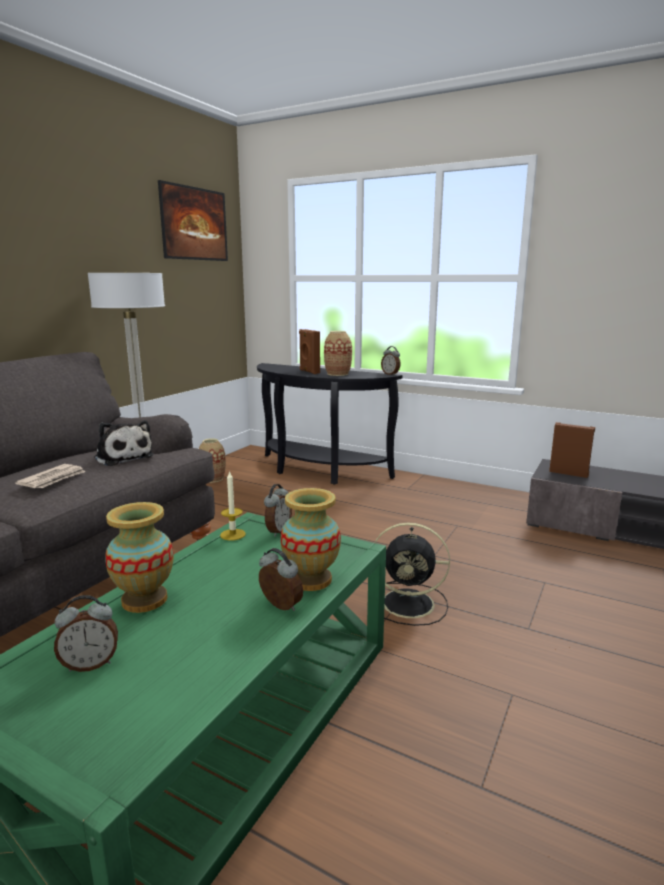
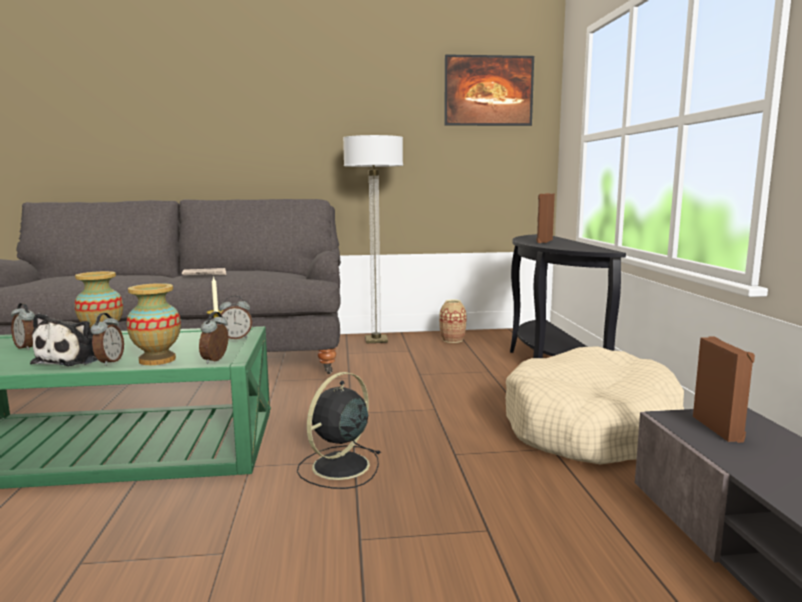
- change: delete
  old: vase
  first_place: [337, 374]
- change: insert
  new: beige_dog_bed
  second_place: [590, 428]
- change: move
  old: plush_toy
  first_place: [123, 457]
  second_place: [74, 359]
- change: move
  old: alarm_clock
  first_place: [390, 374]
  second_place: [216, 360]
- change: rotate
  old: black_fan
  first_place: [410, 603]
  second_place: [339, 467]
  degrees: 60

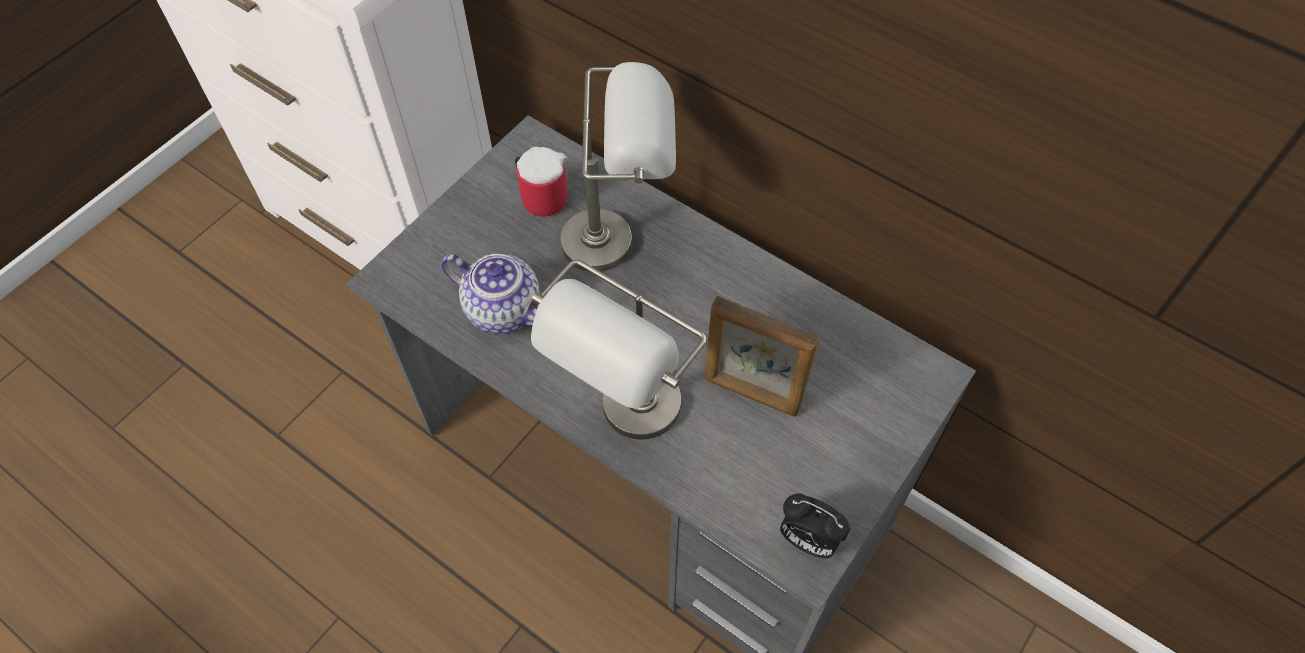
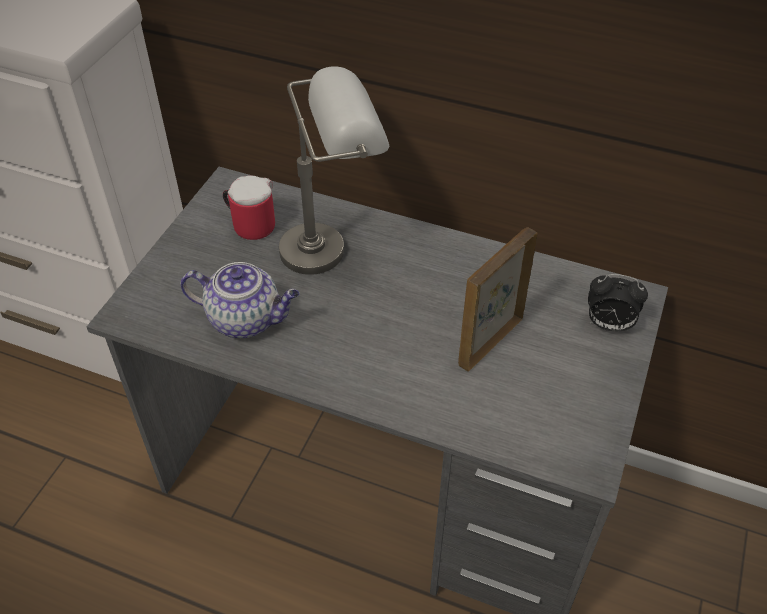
- change: delete
  old: grey_table_lamp
  first_place: [627, 426]
- change: move
  old: alarm_clock
  first_place: [807, 540]
  second_place: [608, 325]
- change: rotate
  old: picture_frame
  first_place: [751, 393]
  second_place: [489, 341]
  degrees: 120

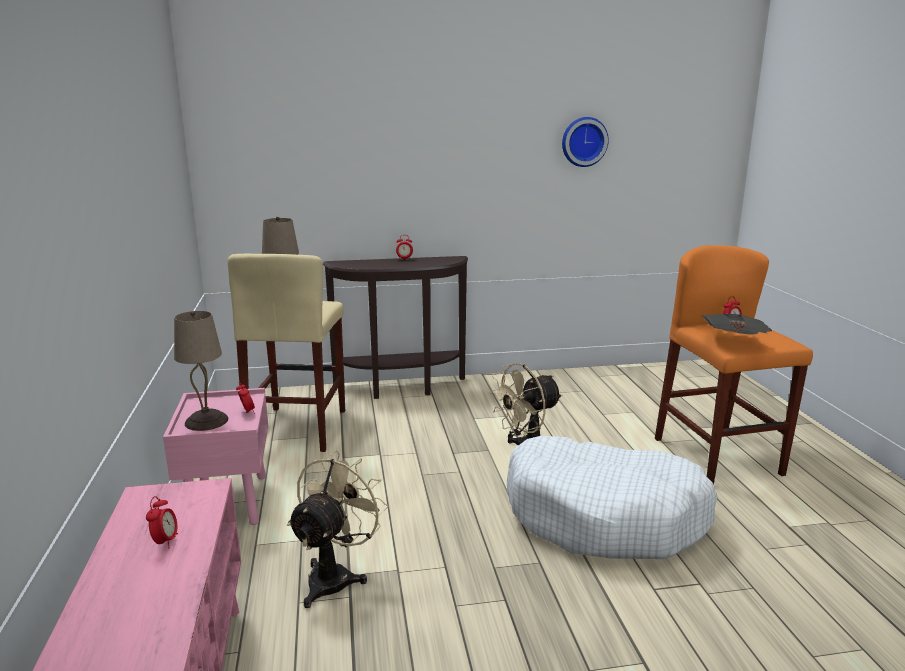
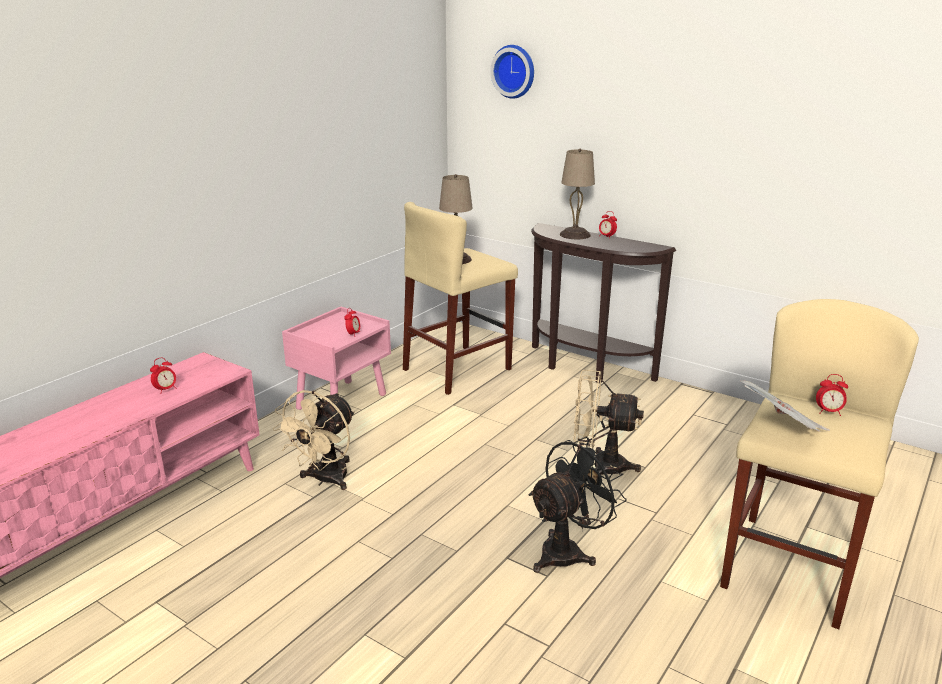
- change: move
  old: beige_table_lamp
  first_place: [207, 421]
  second_place: [575, 235]
- change: move
  old: wall_clock
  first_place: [583, 141]
  second_place: [514, 71]
- change: replace
  old: white_dog_bed
  new: black_fan
  first_place: [604, 516]
  second_place: [568, 551]
- change: recolor
  old: orange_stool
  new: beige_stool
  first_place: [717, 456]
  second_place: [790, 569]
- change: rotate
  old: beige_fan
  first_place: [335, 576]
  second_place: [325, 480]
  degrees: 135

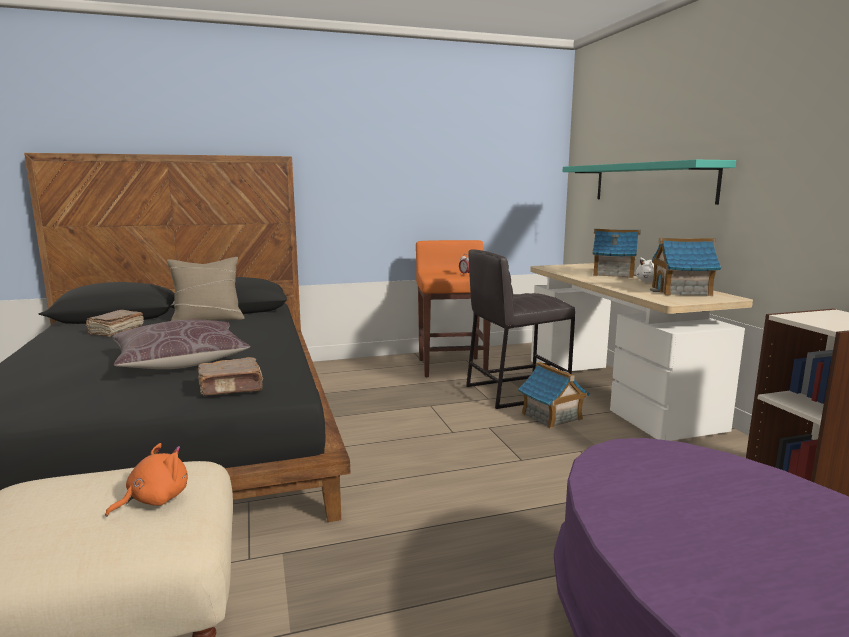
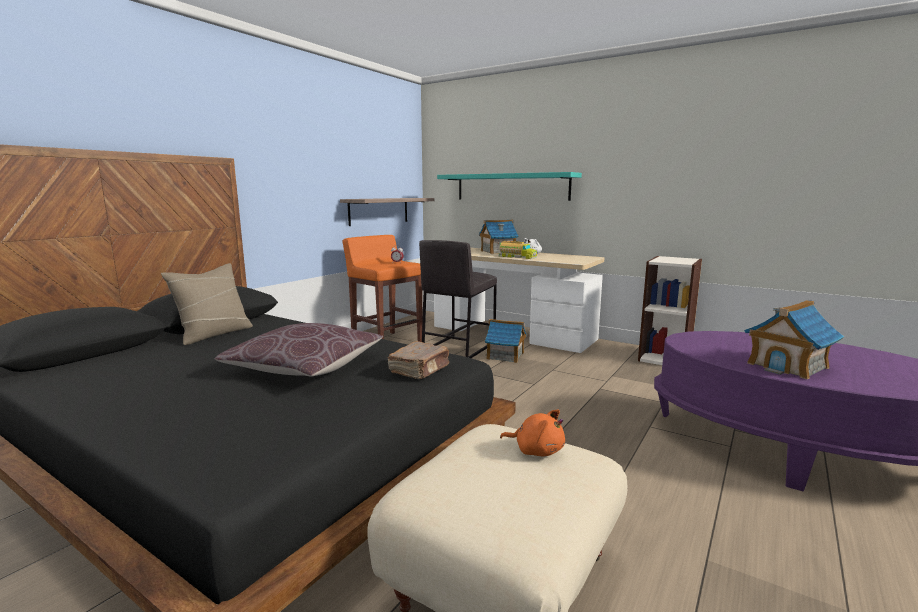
- change: delete
  old: brown_book
  first_place: [115, 331]
- change: insert
  new: shelf
  second_place: [379, 211]
- change: insert
  new: toy_truck
  second_place: [516, 257]
- change: move
  old: toy_house
  first_place: [681, 291]
  second_place: [788, 365]
- change: rotate
  old: orange_plush_toy
  first_place: [154, 500]
  second_place: [536, 450]
  degrees: 120

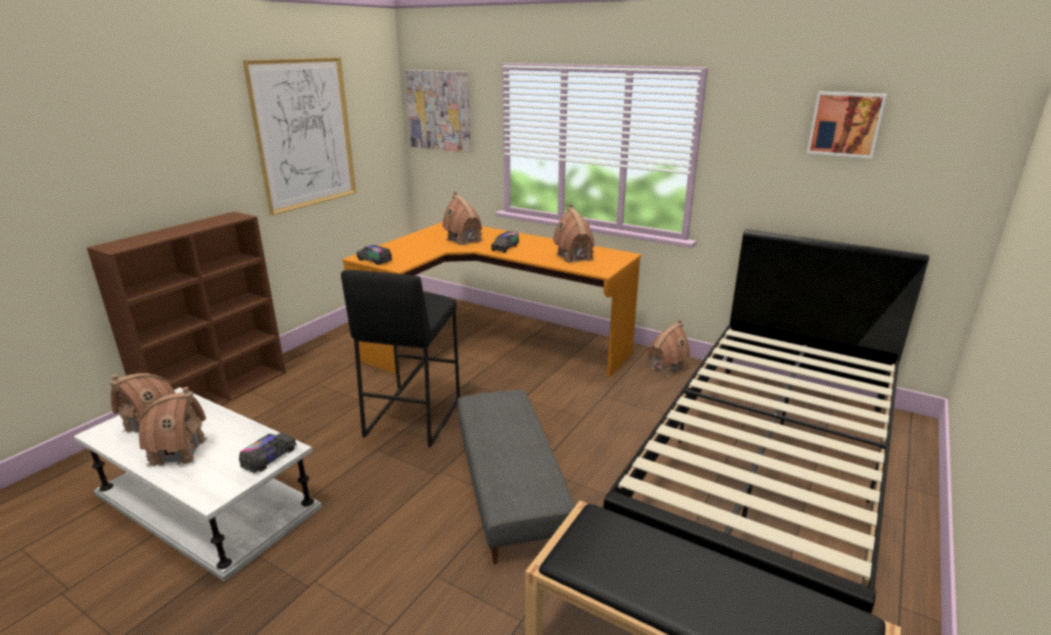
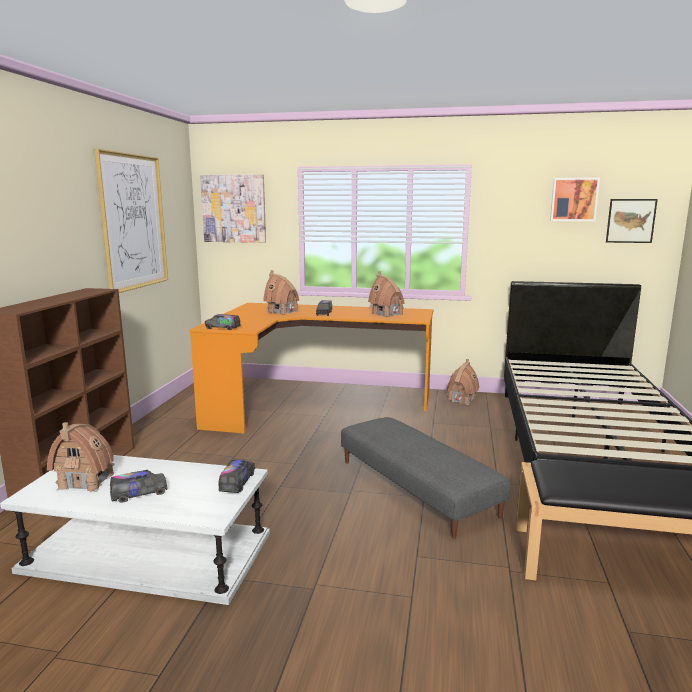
- change: delete
  old: black_stool
  first_place: [412, 417]
- change: insert
  new: picture
  second_place: [630, 221]
- change: replace
  old: toy_house
  new: toy_truck
  first_place: [179, 452]
  second_place: [139, 494]

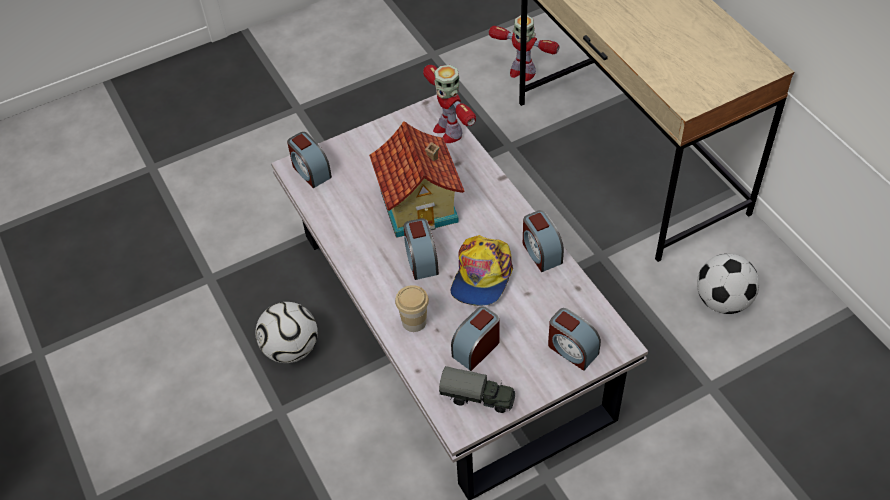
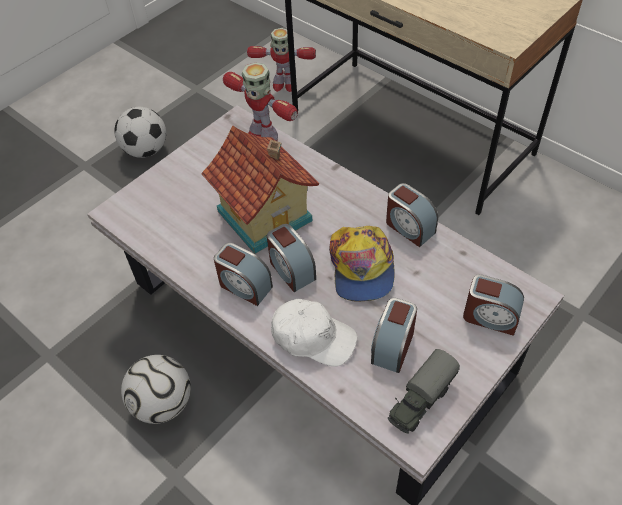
- change: move
  old: alarm_clock
  first_place: [310, 171]
  second_place: [244, 286]
- change: move
  old: football
  first_place: [722, 301]
  second_place: [146, 150]
- change: replace
  old: cup
  new: white_cap
  first_place: [414, 321]
  second_place: [313, 337]
- change: rotate
  old: toy_truck
  first_place: [478, 397]
  second_place: [420, 400]
  degrees: 135

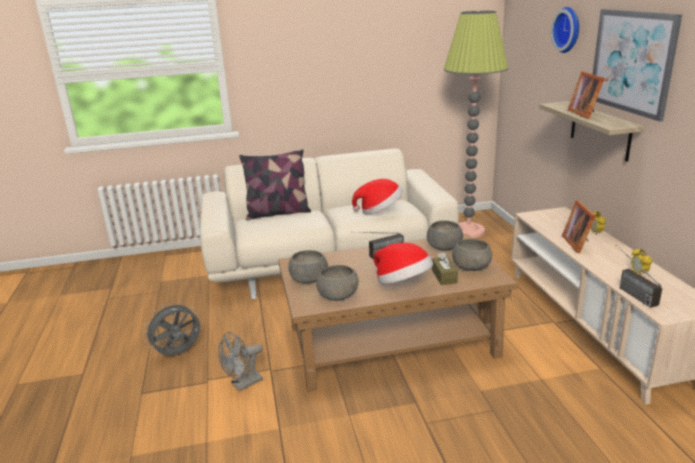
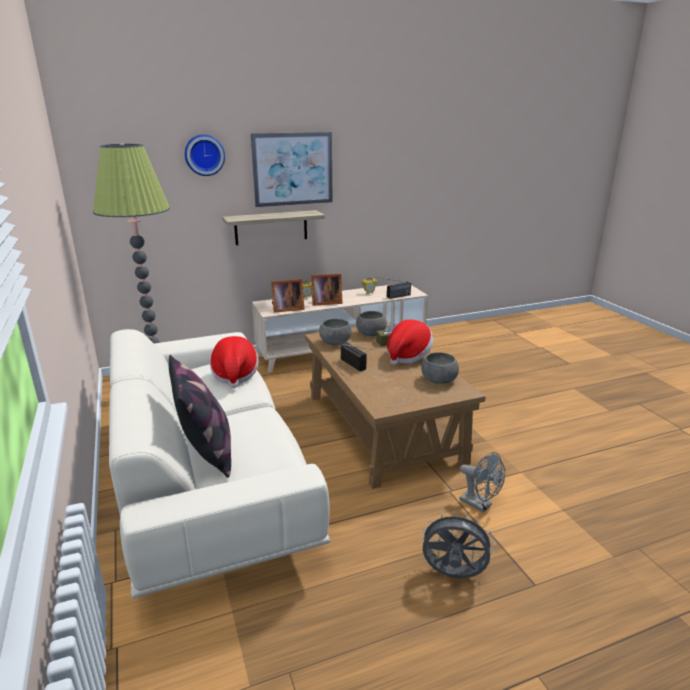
- change: delete
  old: grey_bowl
  first_place: [308, 279]
- change: move
  old: picture_frame
  first_place: [585, 113]
  second_place: [286, 309]
- change: rotate
  old: grey_fan
  first_place: [178, 353]
  second_place: [452, 575]
  degrees: 150

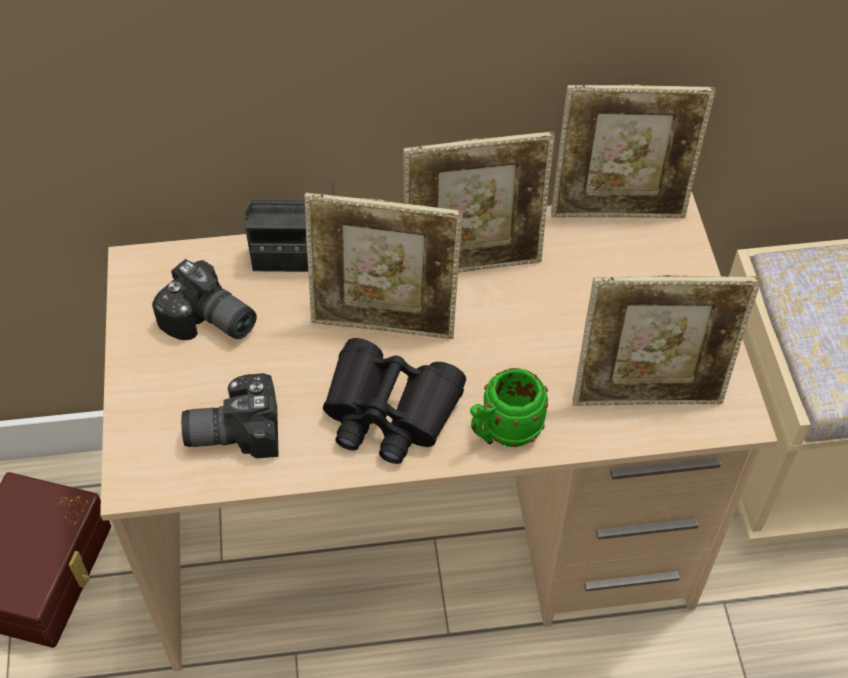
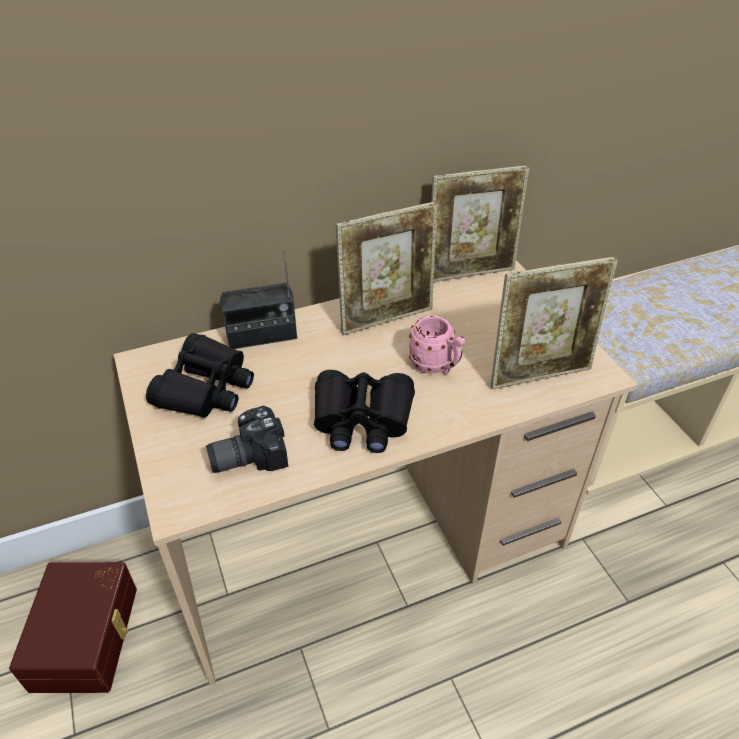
- change: delete
  old: picture_frame
  first_place: [385, 324]
- change: delete
  old: green_mug
  first_place: [503, 432]
- change: insert
  new: pink_mug
  second_place: [436, 366]
- change: replace
  old: photo_camera
  new: black_binoculars
  first_place: [209, 323]
  second_place: [206, 388]

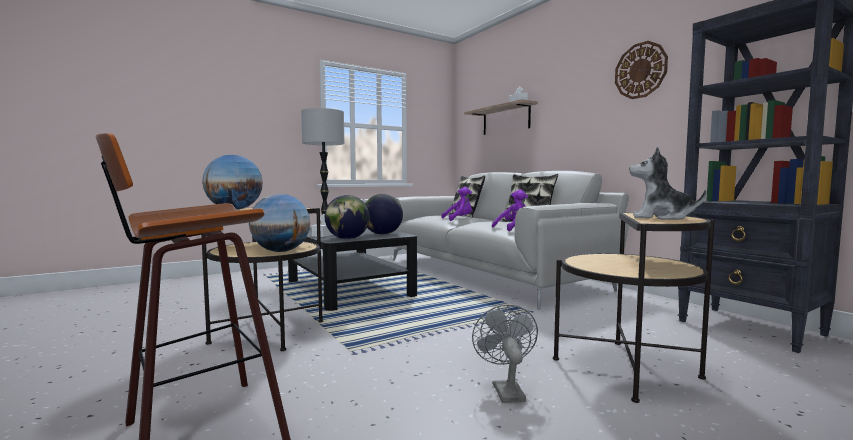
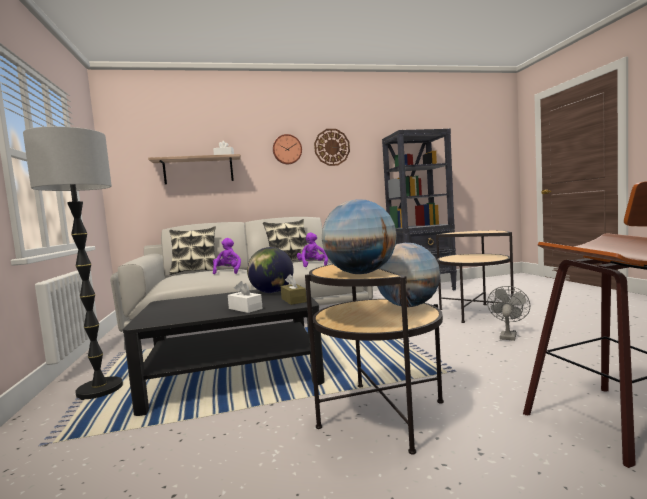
- change: delete
  old: plush_toy
  first_place: [661, 218]
- change: insert
  new: wall_clock
  second_place: [287, 149]
- change: replace
  old: globe
  new: brown_tissue_box
  first_place: [347, 239]
  second_place: [293, 300]
- change: rotate
  old: grey_fan
  first_place: [505, 389]
  second_place: [508, 335]
  degrees: 105

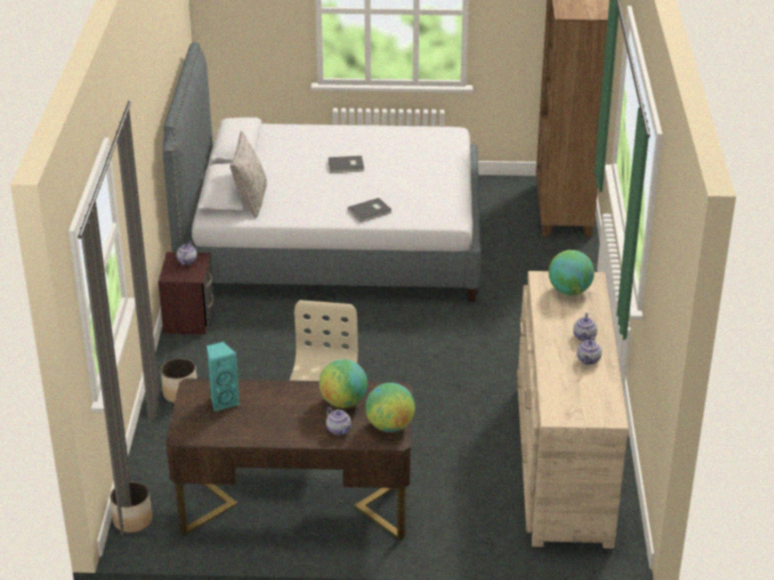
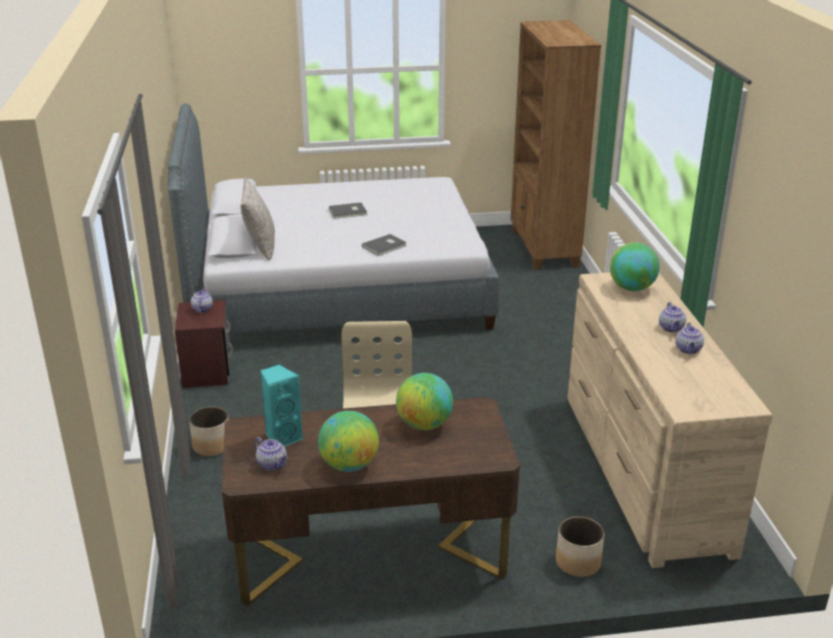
- change: move
  old: planter
  first_place: [133, 520]
  second_place: [578, 562]
- change: move
  old: teapot
  first_place: [339, 430]
  second_place: [273, 464]
- change: move
  old: globe
  first_place: [390, 426]
  second_place: [349, 465]

